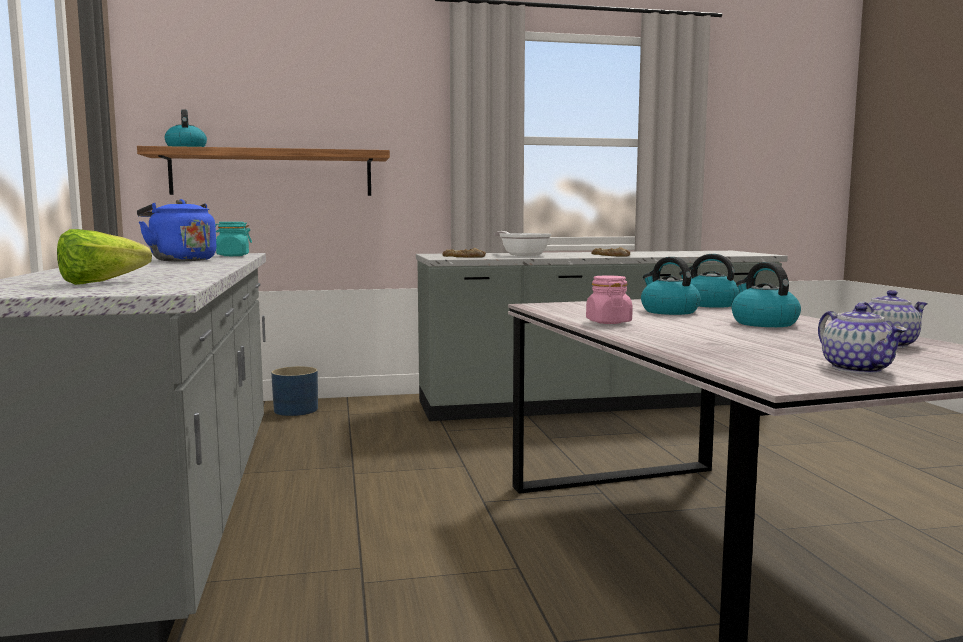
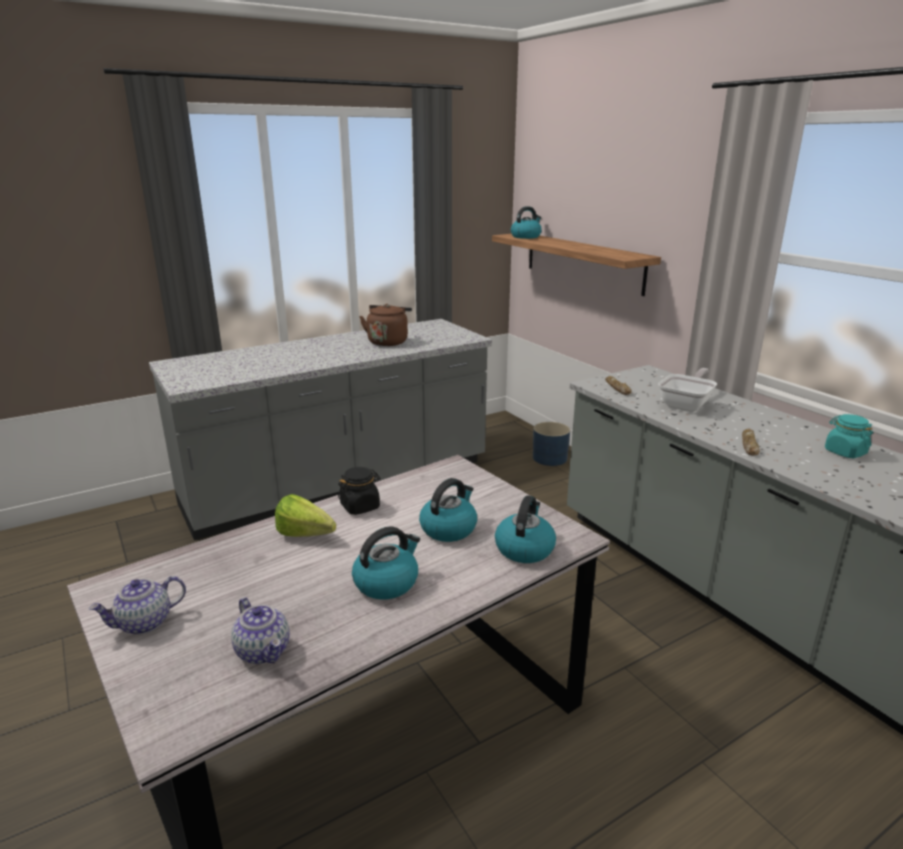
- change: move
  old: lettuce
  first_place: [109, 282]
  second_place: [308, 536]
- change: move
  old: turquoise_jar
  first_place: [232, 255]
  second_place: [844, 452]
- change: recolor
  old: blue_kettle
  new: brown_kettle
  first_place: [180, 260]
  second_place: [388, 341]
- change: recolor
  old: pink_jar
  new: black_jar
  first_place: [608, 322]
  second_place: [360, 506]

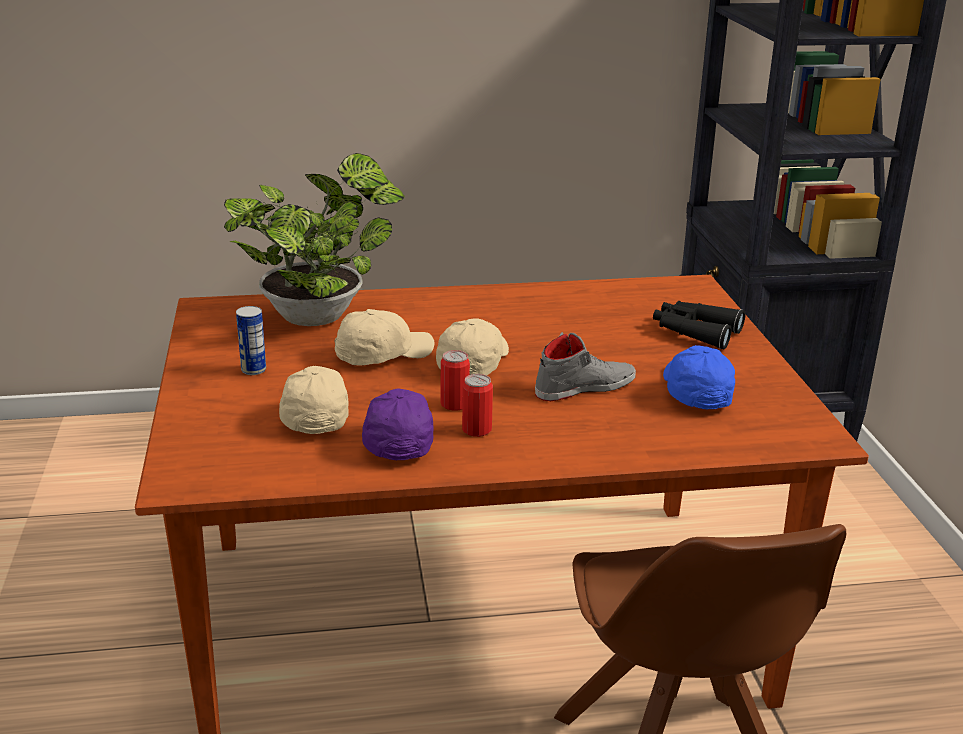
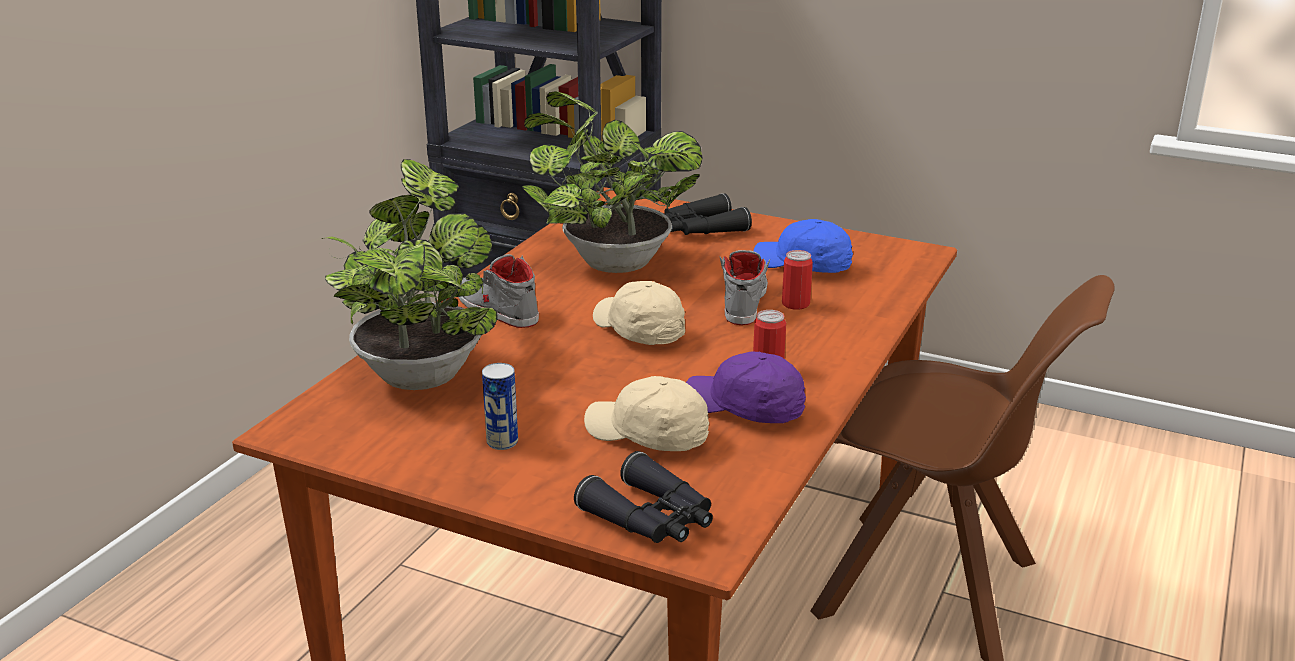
- change: delete
  old: beige_cap
  first_place: [382, 354]
- change: insert
  new: grey_shoe
  second_place: [496, 309]
- change: insert
  new: potted_plant
  second_place: [610, 262]
- change: insert
  new: black_binoculars
  second_place: [651, 519]
- change: move
  old: can
  first_place: [454, 404]
  second_place: [795, 304]

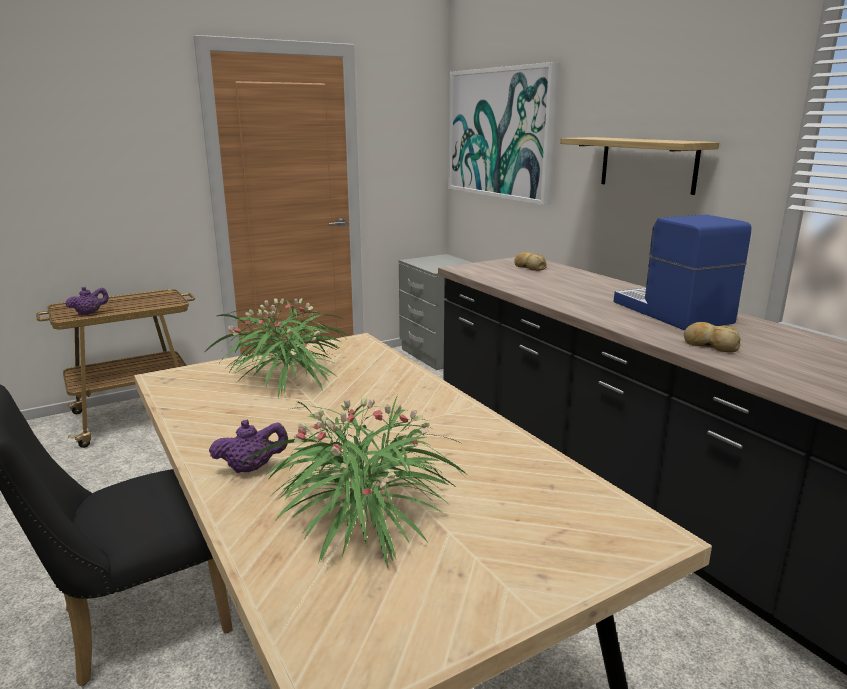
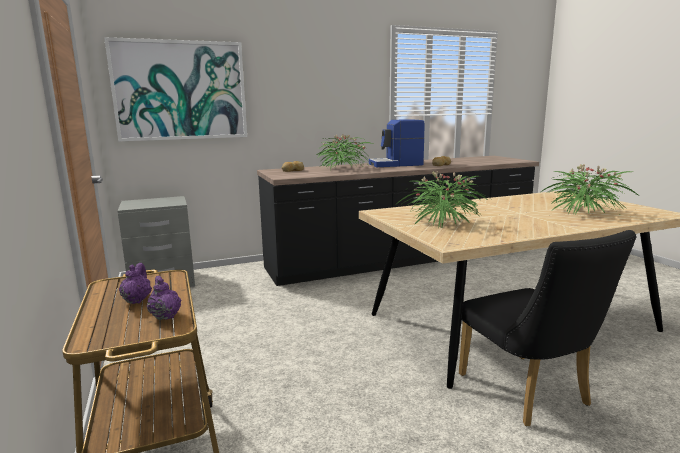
- change: delete
  old: shelf
  first_place: [648, 164]
- change: insert
  new: potted_plant
  second_place: [342, 168]
- change: move
  old: purple_teapot
  first_place: [251, 468]
  second_place: [137, 300]

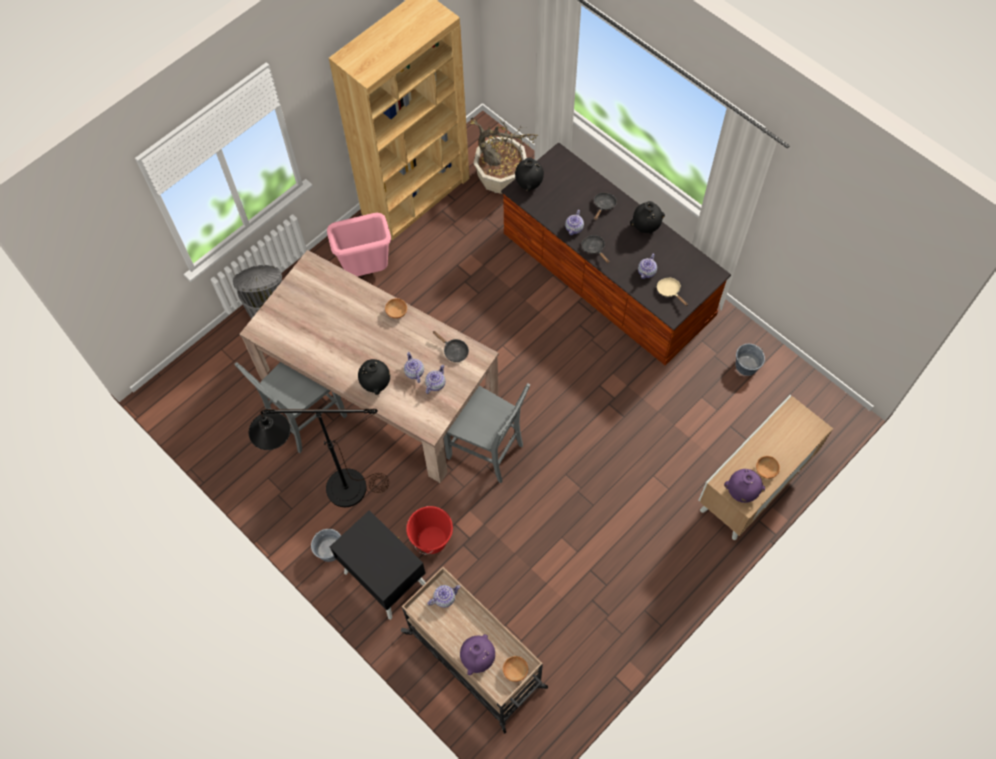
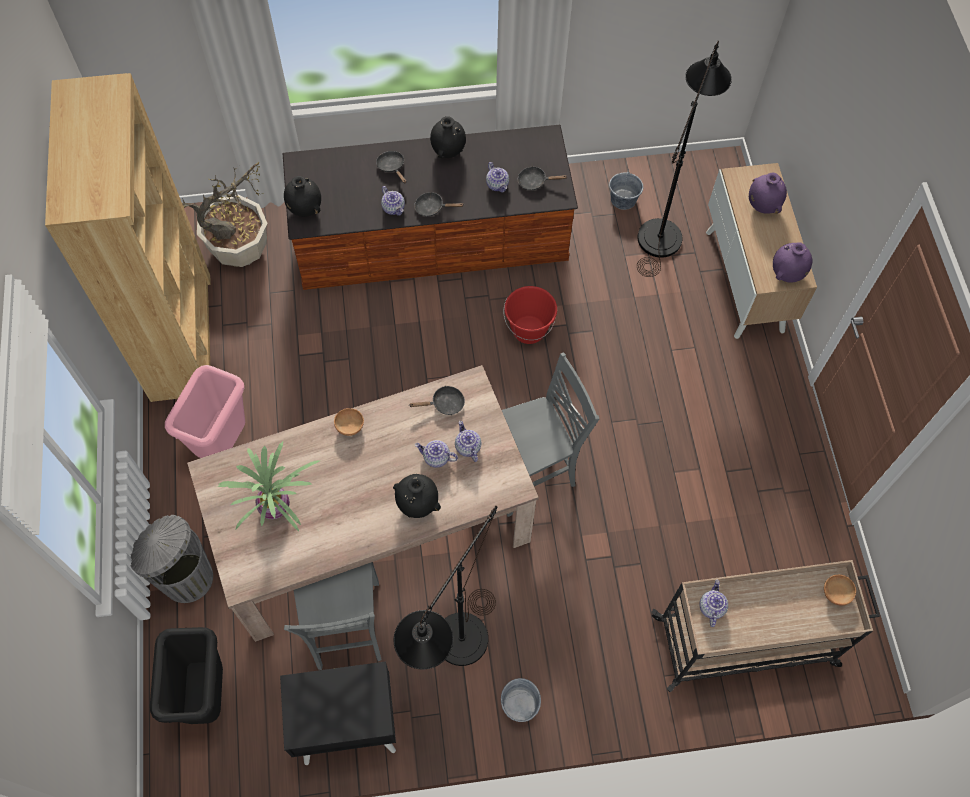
- change: delete
  old: brown_bowl
  first_place: [765, 470]
- change: insert
  new: black_trash_can
  second_place: [206, 694]
- change: insert
  new: potted_plant
  second_place: [276, 507]
- change: insert
  new: black_floor_lamp
  second_place: [663, 228]
- change: move
  old: black_nightstand
  first_place: [384, 578]
  second_place: [346, 725]
- change: move
  old: red_bucket
  first_place: [432, 540]
  second_place: [529, 330]
- change: move
  old: purple_vase
  first_place: [478, 658]
  second_place: [762, 205]
- change: recolor
  old: beige_frying_pan
  new: black_frying_pan
  first_place: [670, 291]
  second_place: [535, 181]

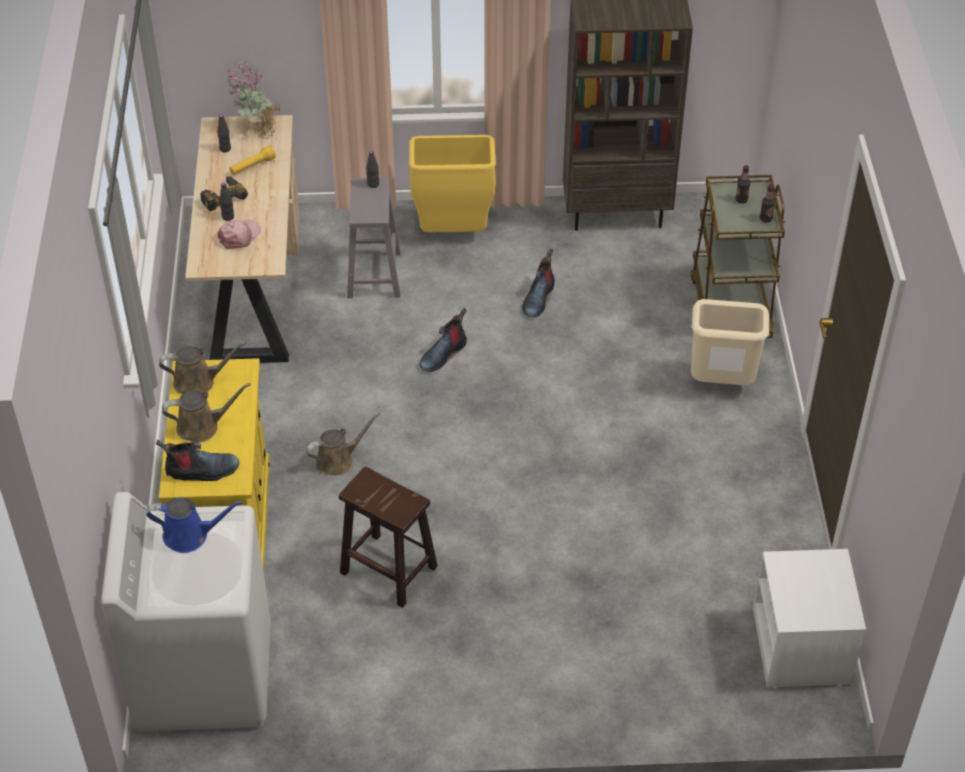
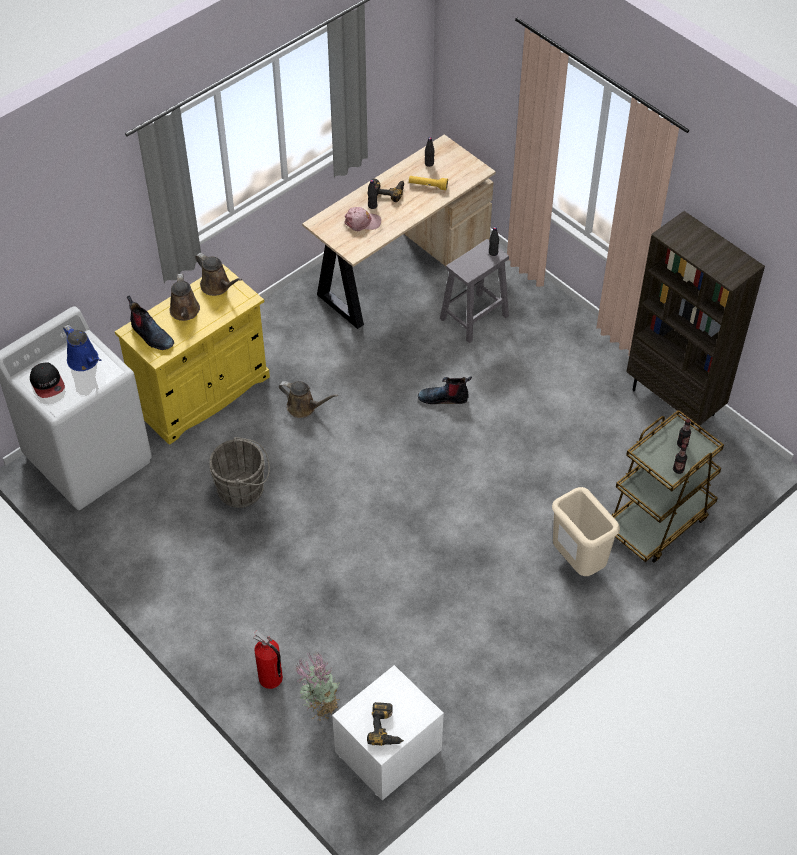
- change: delete
  old: yellow_trash_can
  first_place: [453, 232]
- change: delete
  old: boot
  first_place: [538, 298]
- change: insert
  new: cap
  second_place: [47, 383]
- change: insert
  new: fire_extinguisher
  second_place: [270, 679]
- change: insert
  new: power_drill
  second_place: [386, 728]
- change: move
  old: potted_plant
  first_place: [256, 131]
  second_place: [320, 705]
- change: replace
  old: brown_stool
  new: grey_bucket
  first_place: [387, 569]
  second_place: [243, 489]
- change: rotate
  old: brown_watering_can
  first_place: [202, 426]
  second_place: [185, 312]
  degrees: 45

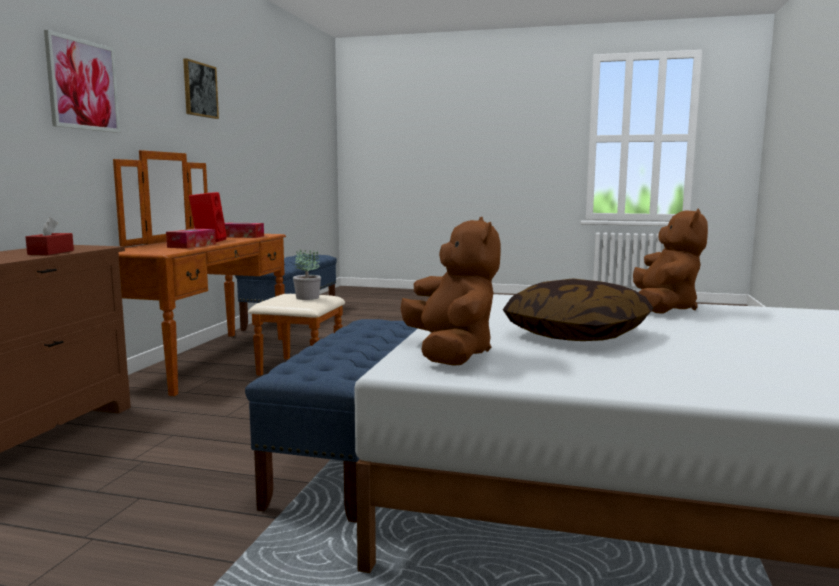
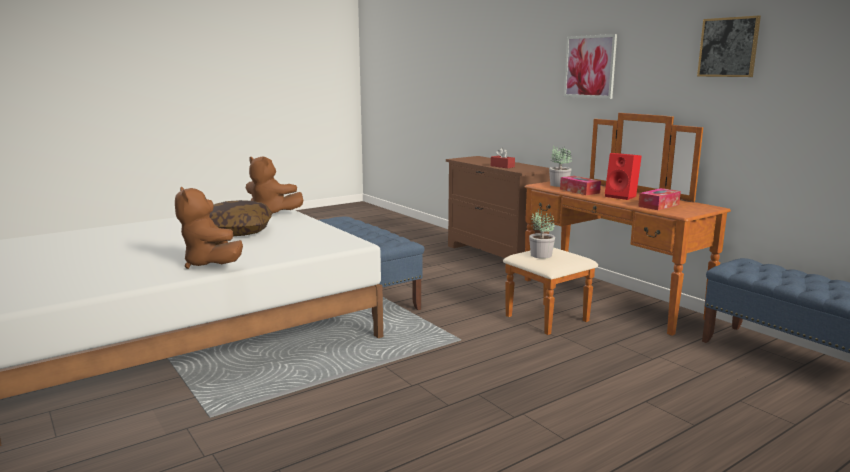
- change: insert
  new: potted_plant
  second_place: [558, 185]

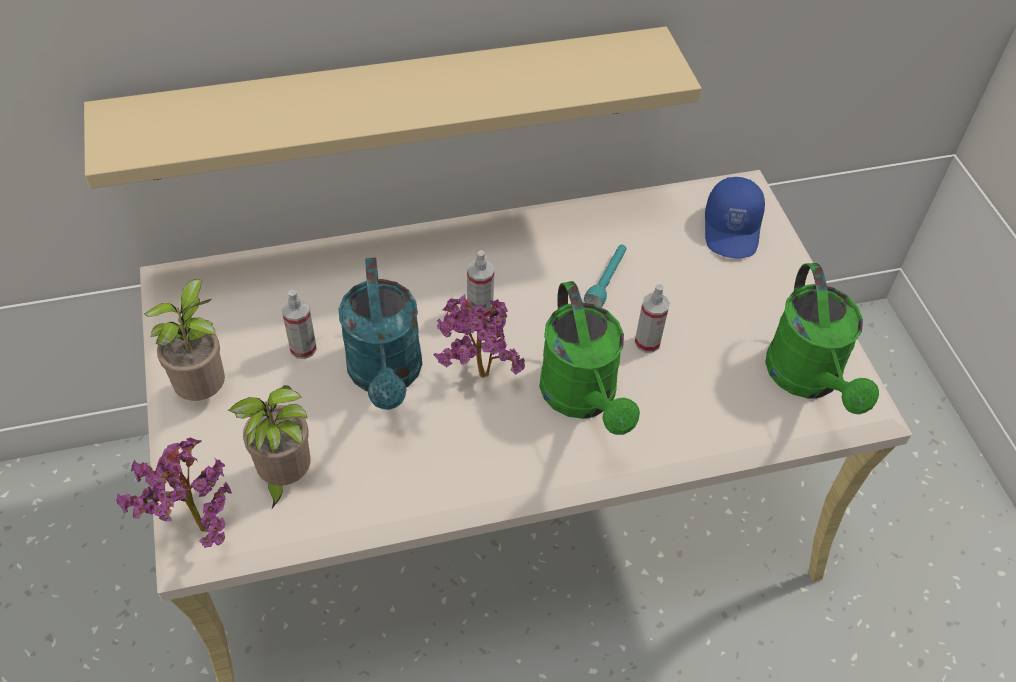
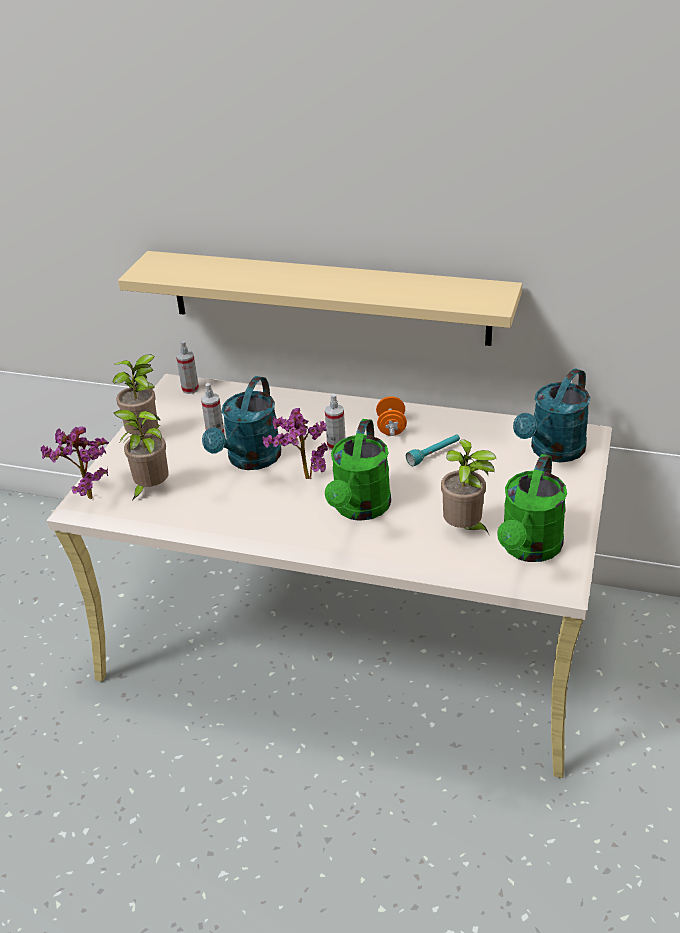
- change: insert
  new: orange_dumbbell
  second_place: [391, 428]
- change: insert
  new: potted_plant
  second_place: [464, 529]
- change: move
  old: spray_bottle
  first_place: [647, 342]
  second_place: [190, 389]
- change: replace
  old: blue_cap
  new: turquoise_watering_can
  first_place: [733, 229]
  second_place: [553, 452]

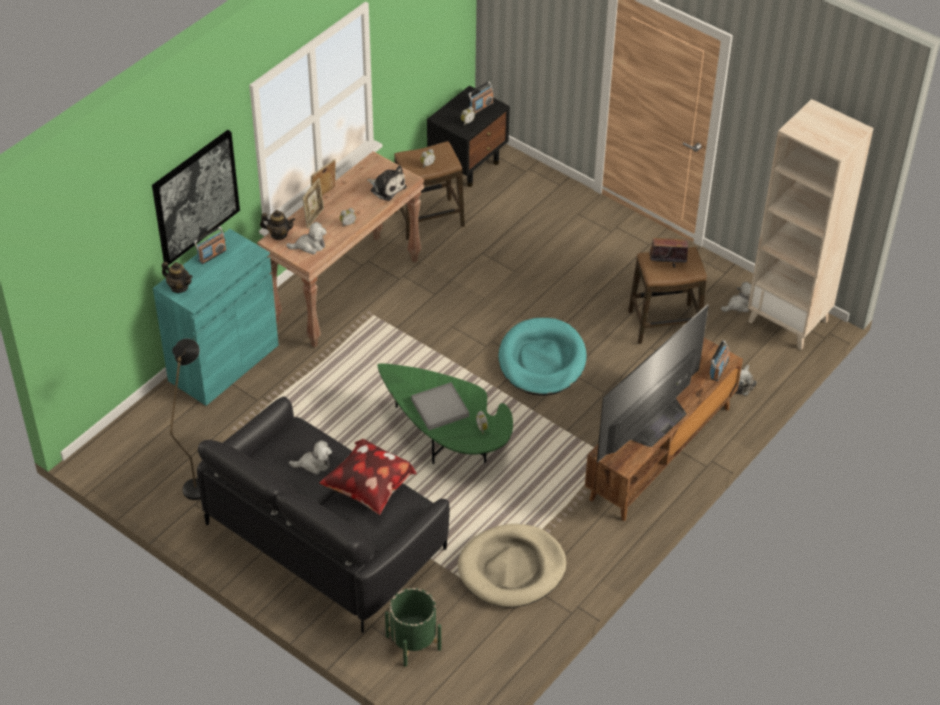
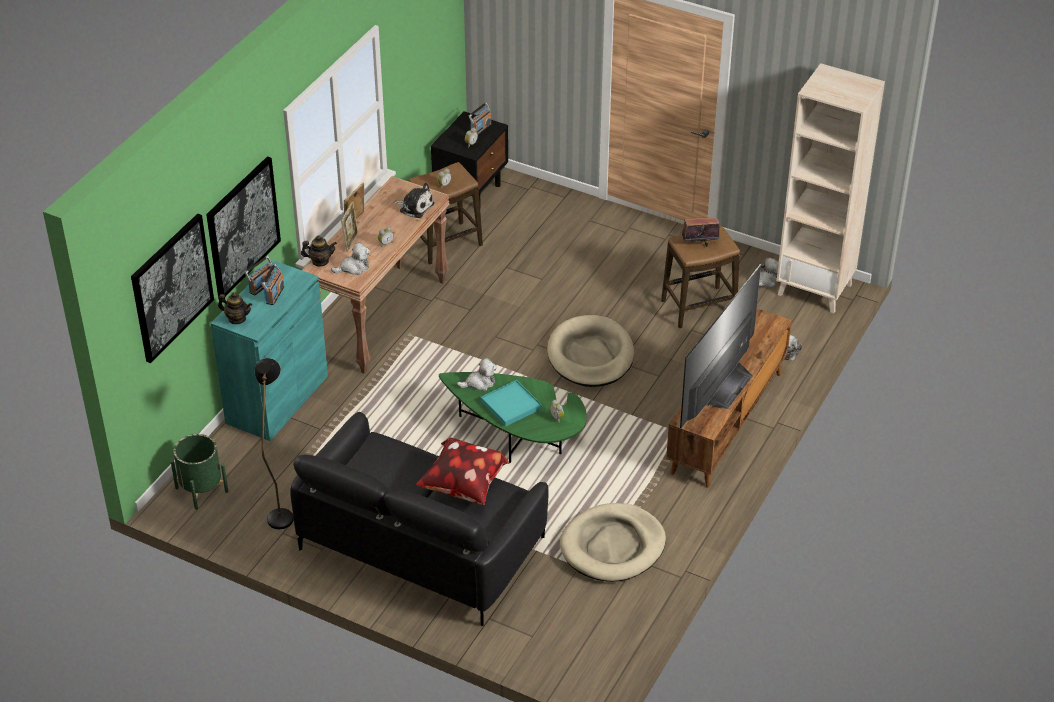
- change: insert
  new: picture
  second_place: [171, 287]
- change: move
  old: plush_toy
  first_place: [314, 464]
  second_place: [479, 383]
- change: move
  old: green_planter
  first_place: [413, 642]
  second_place: [201, 490]
- change: move
  old: radio
  first_place: [718, 370]
  second_place: [274, 295]
- change: recolor
  old: grey_tray
  new: turquoise_tray
  first_place: [440, 408]
  second_place: [511, 405]
- change: recolor
  old: turquoise_dog_bed
  new: beige_dog_bed
  first_place: [542, 360]
  second_place: [590, 355]

